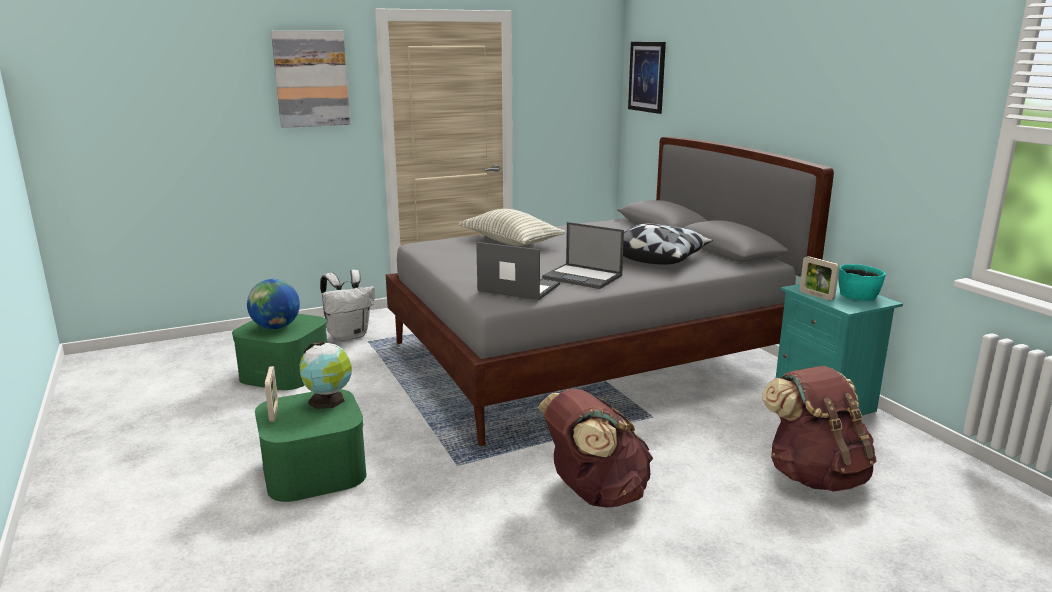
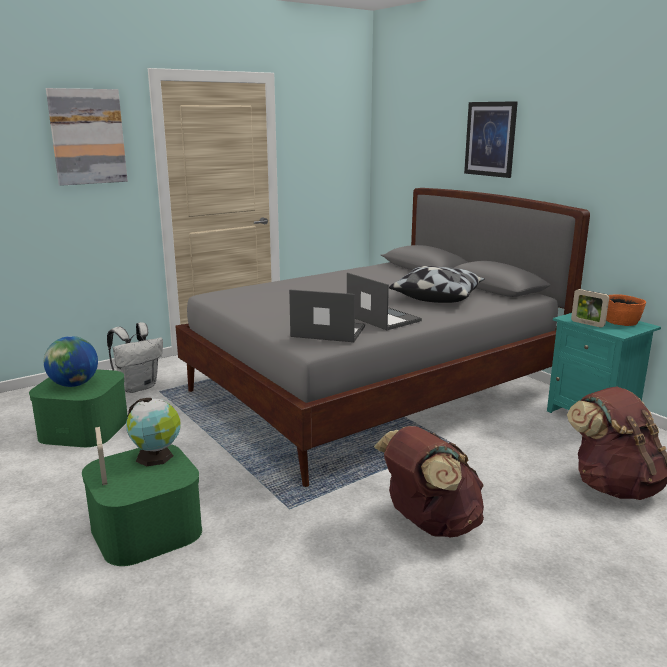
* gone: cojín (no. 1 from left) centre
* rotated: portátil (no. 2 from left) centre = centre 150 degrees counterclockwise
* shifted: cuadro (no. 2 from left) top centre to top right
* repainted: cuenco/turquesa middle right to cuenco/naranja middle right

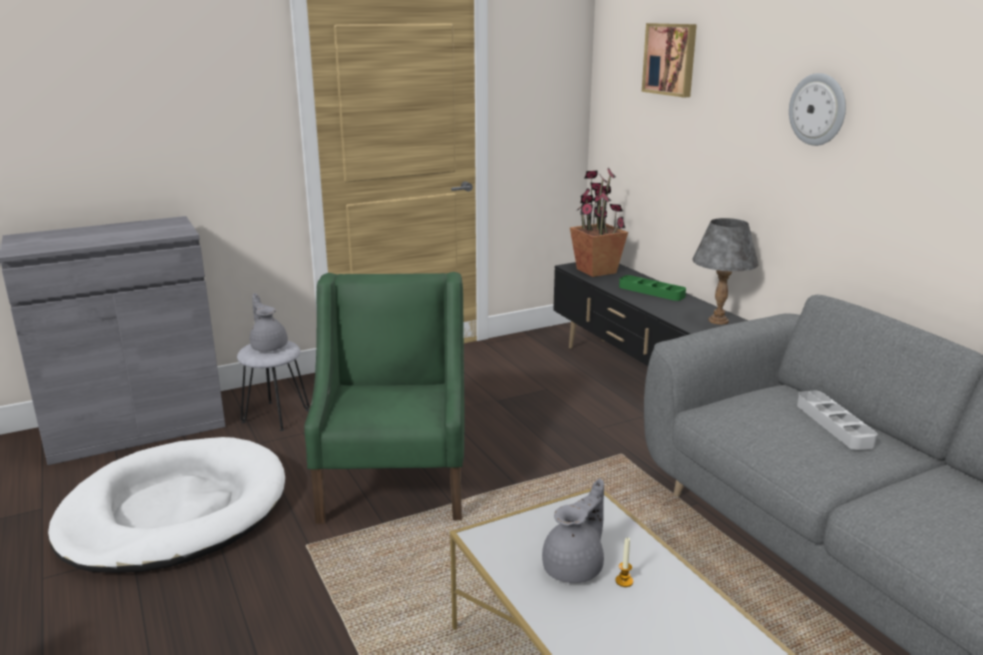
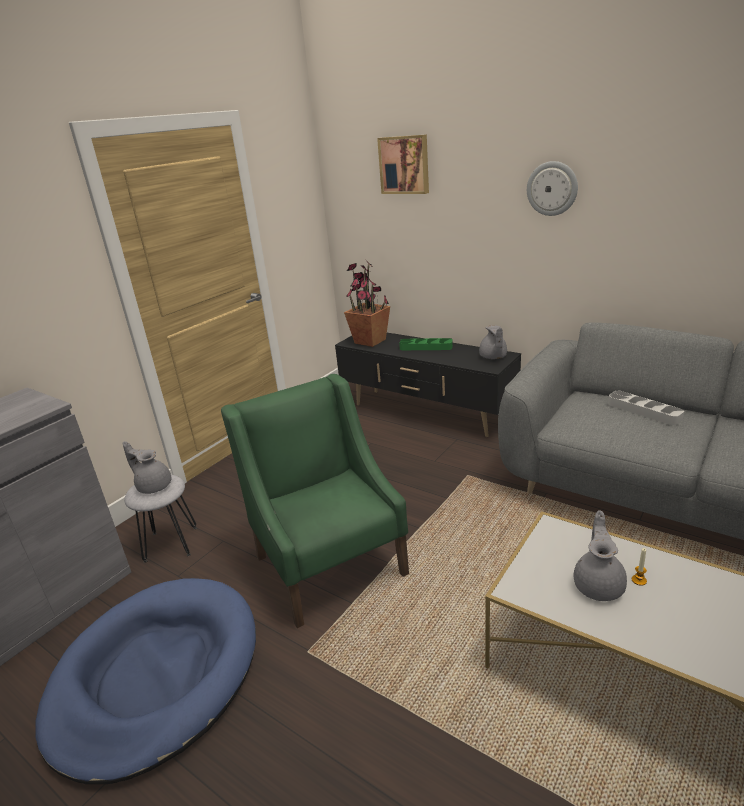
* repainted: cama para perro/blanco bottom left to cama para perro/azul bottom left
* swapped: lámpara de mesa/gris middle right to tetera/gris (no. 2 from left) centre

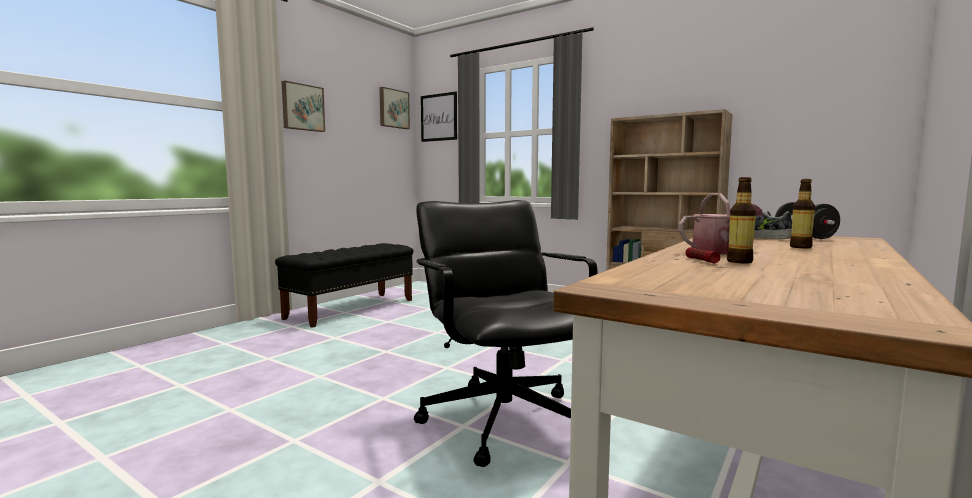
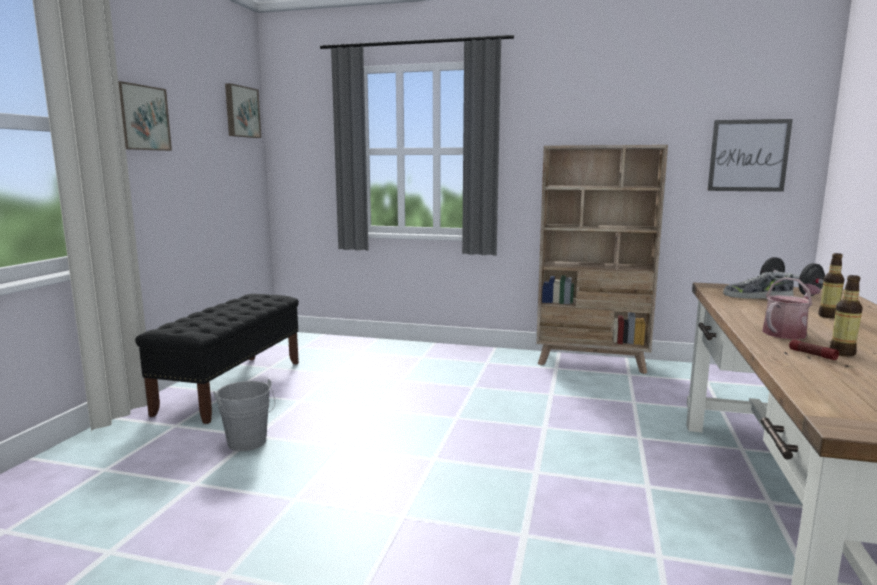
* gone: silla de oficina/negro bottom centre
* shifted: cuadro (no. 3 from left) top centre to top right
* new: cubo/gris bottom left

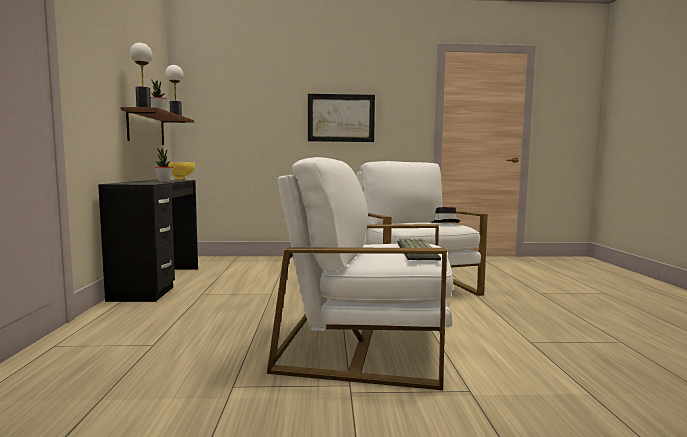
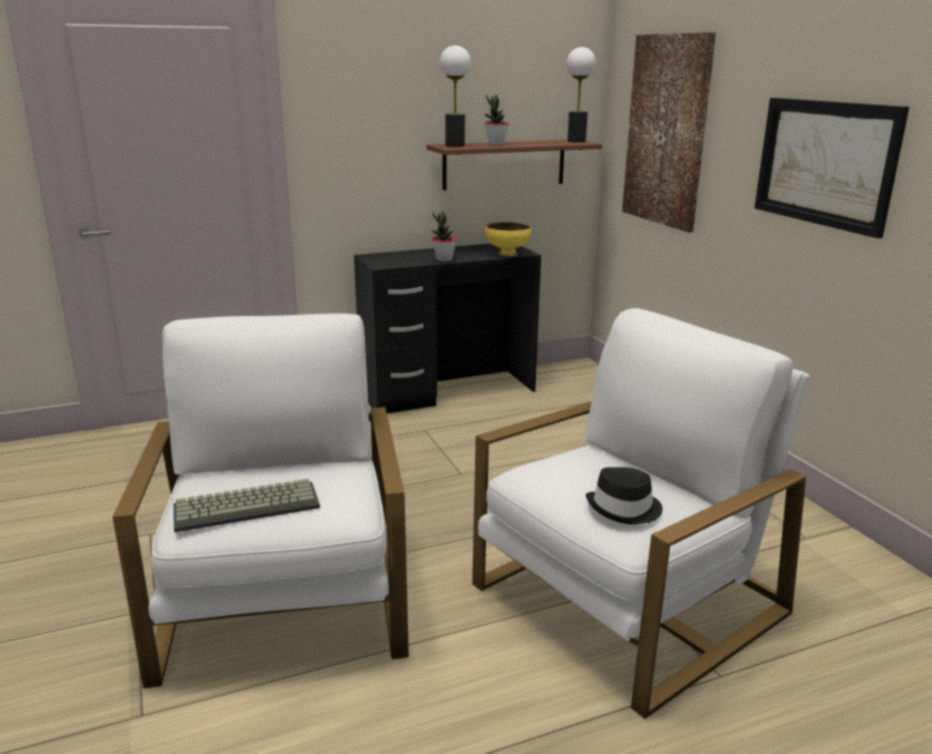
* new: cuadro (no. 1 from left) top right

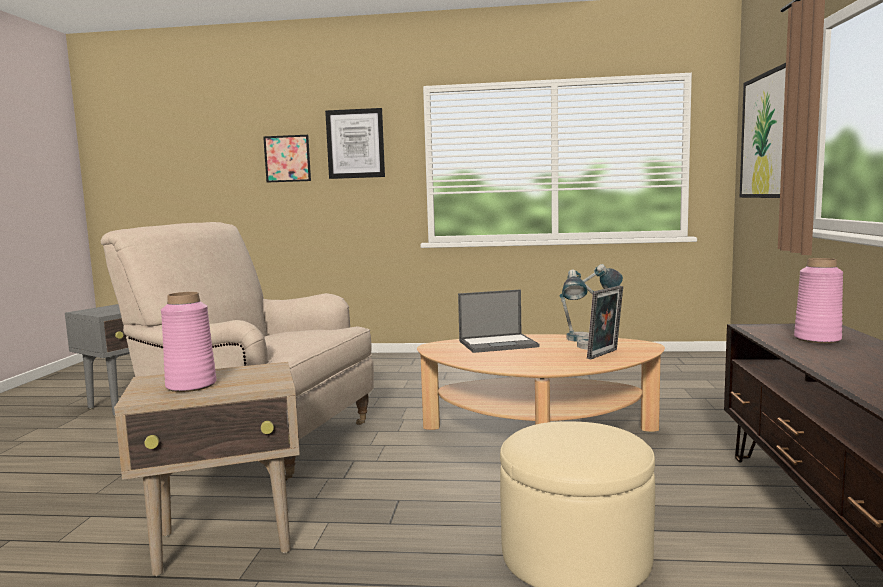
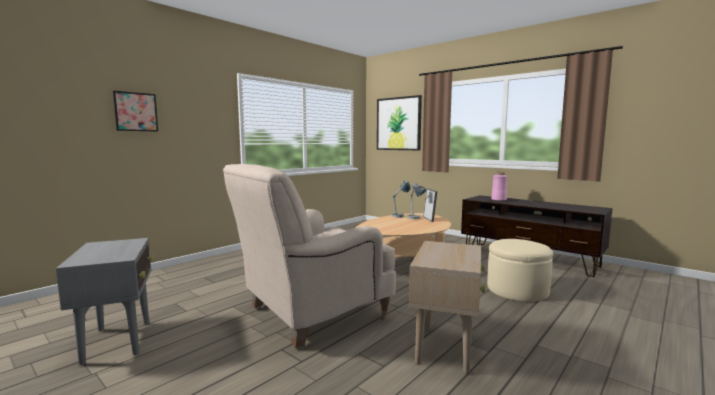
* gone: florero/rosa (no. 1 from left) middle left
* gone: cuadro (no. 2 from left) top centre
* gone: portátil centre

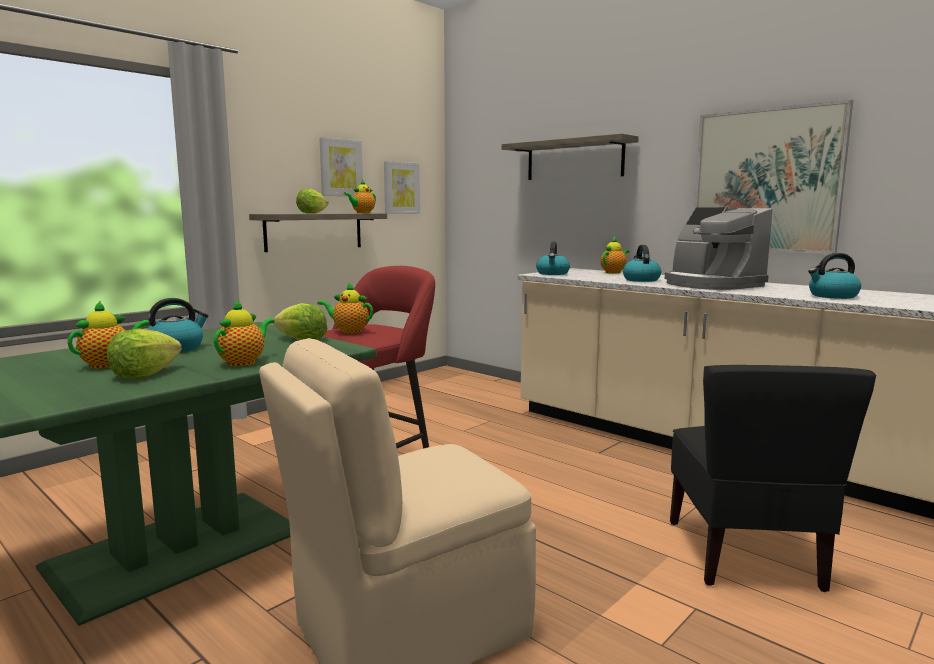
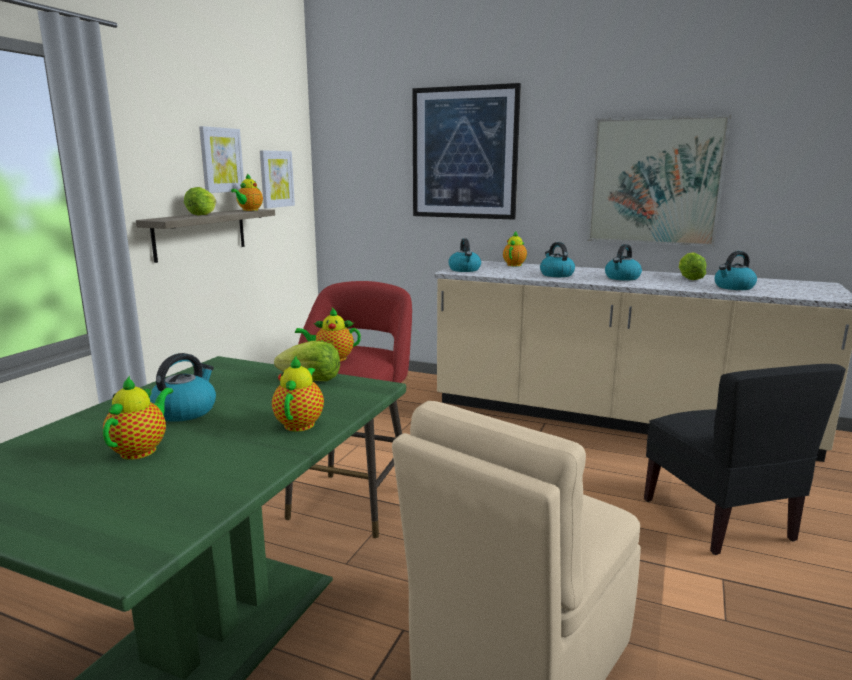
* shifted: lechuga (no. 1 from left in the first image) middle left to lechuga (no. 3 from left) middle right
* swapped: estante (no. 2 from left) top centre to cuadro (no. 3 from left) top centre
* swapped: cafetera middle right to hervidor (no. 4 from left) middle right

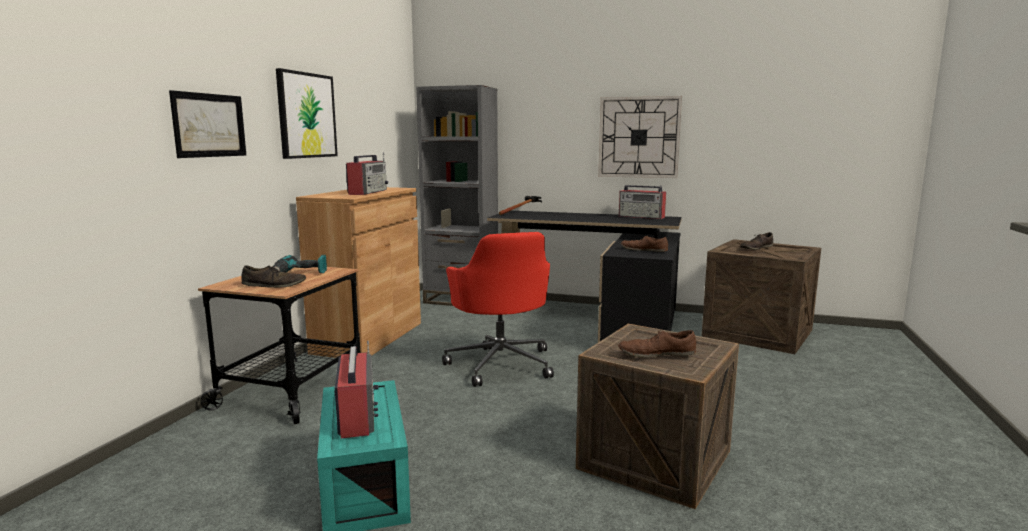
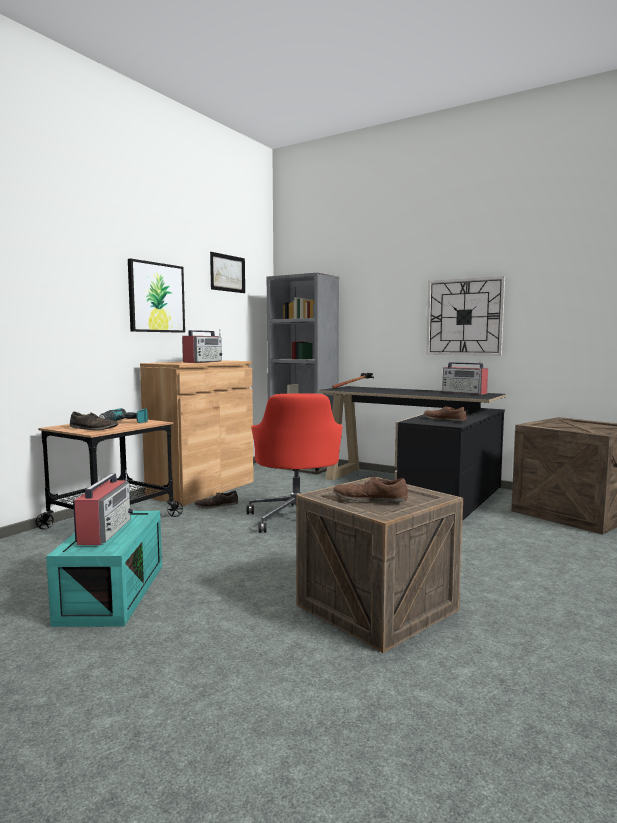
* shifted: cuadro (no. 1 from left in the first image) top left to cuadro (no. 2 from left) top centre
* shifted: zapato/marrón (no. 4 from left in the first image) middle right to zapato/marrón (no. 2 from left) centre

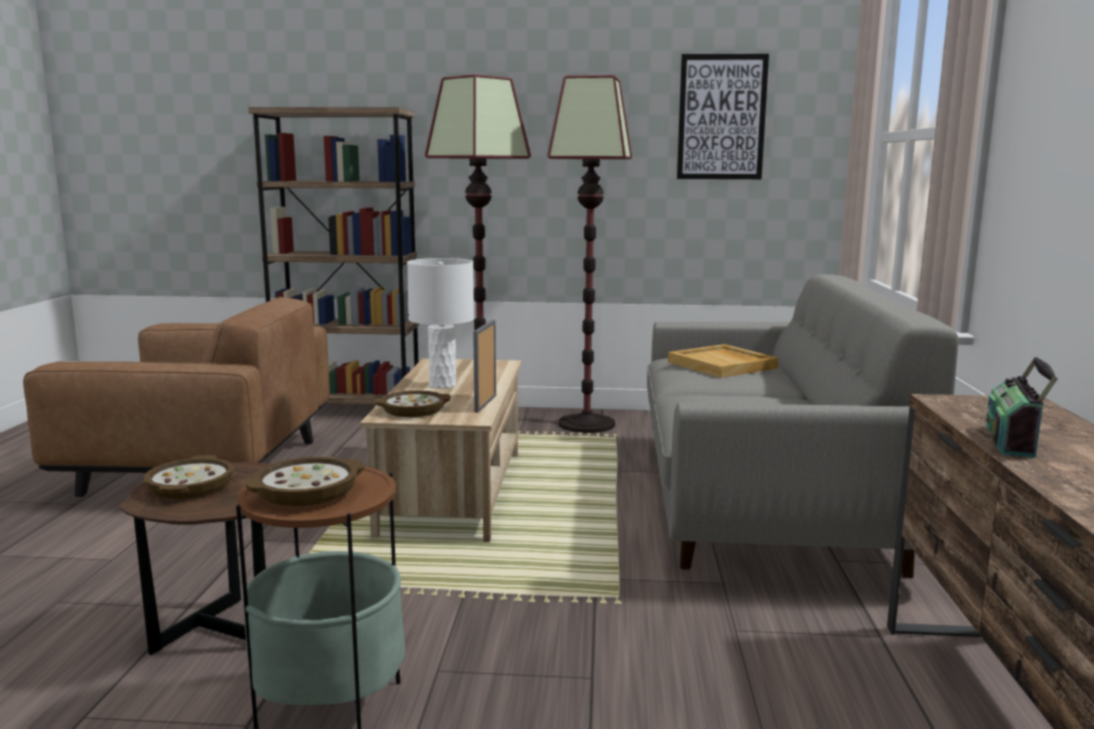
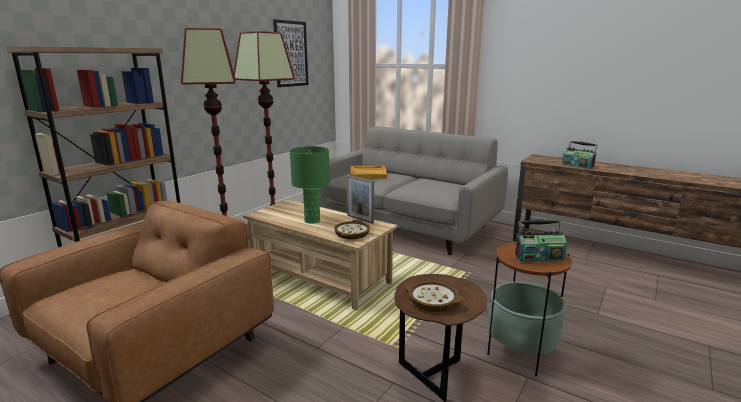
* swapped: cuenco (no. 2 from left) middle left to radio (no. 1 from left) middle right
* repainted: lámpara de mesa/blanco centre to lámpara de mesa/verde centre

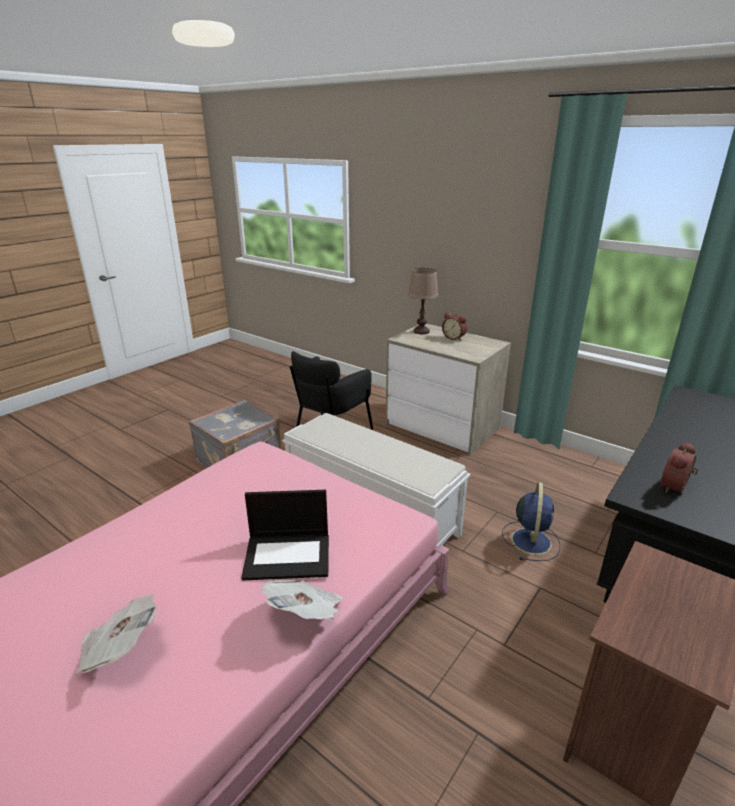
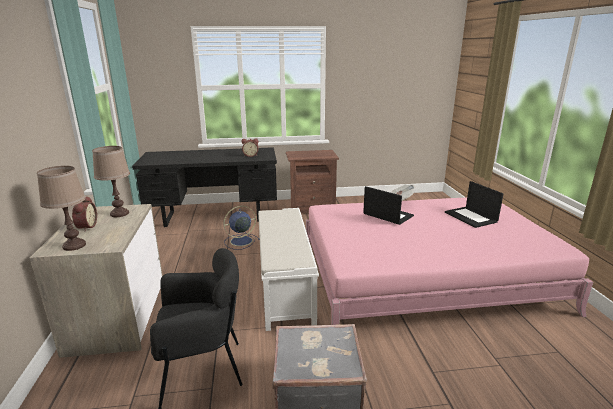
* swapped: periódico (no. 1 from left) bottom left to portátil (no. 2 from left) middle right
* new: lámpara de mesa/marrón (no. 2 from left) middle left

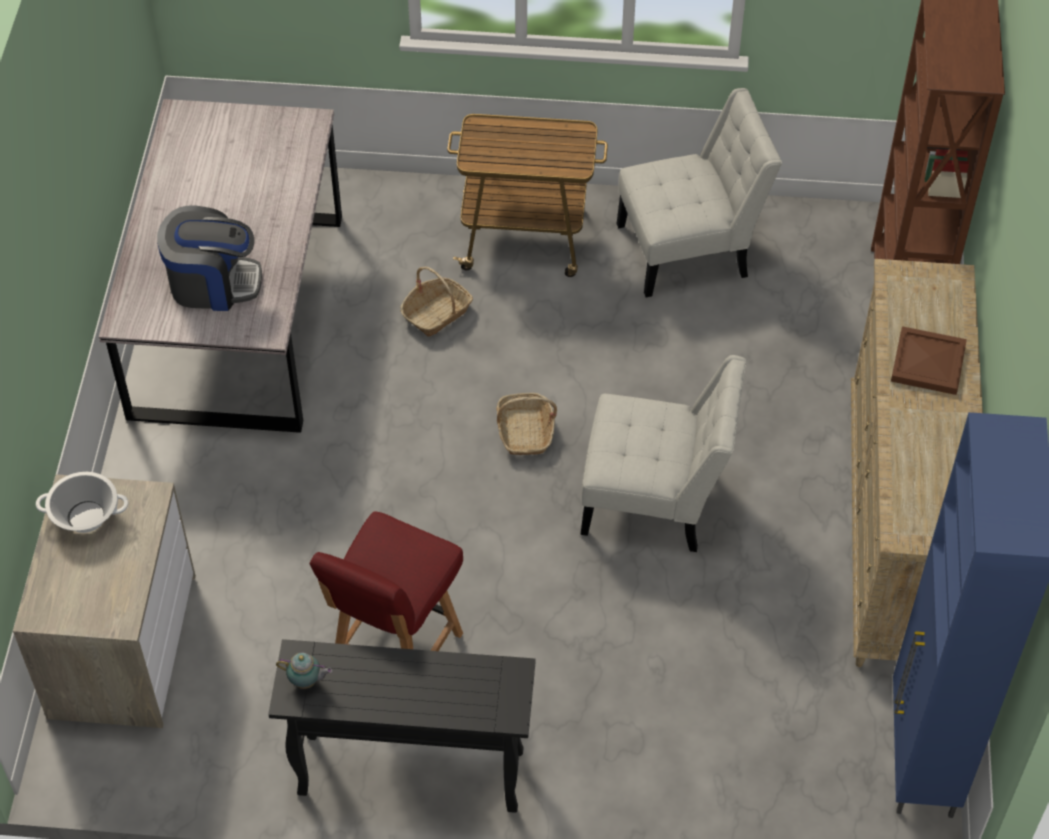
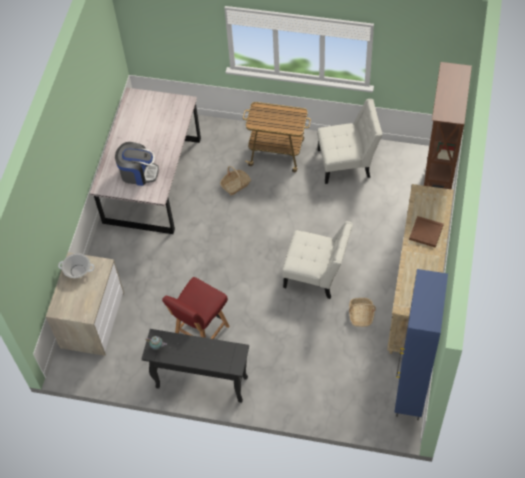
* shifted: cesta (no. 2 from left) centre to middle right

